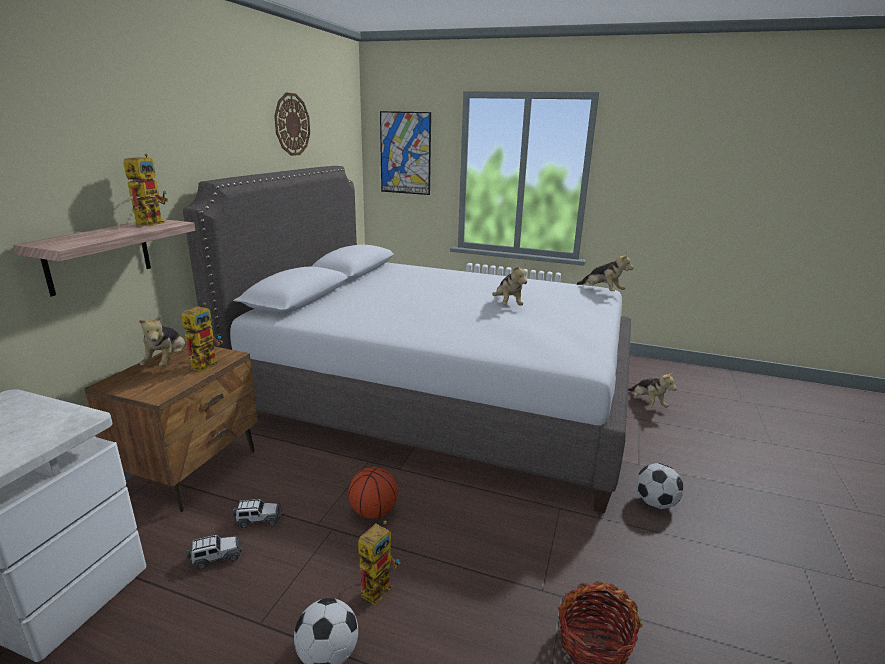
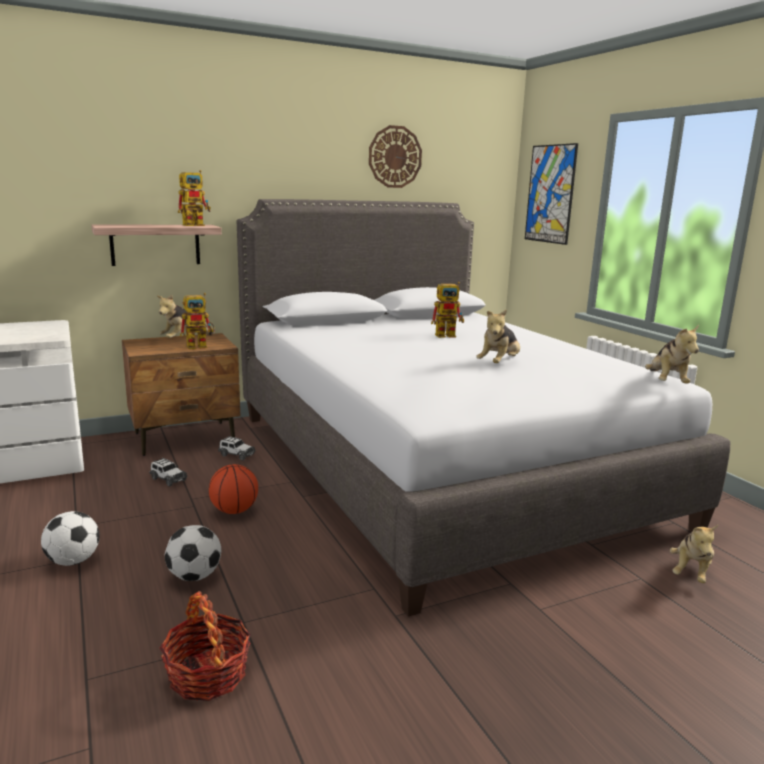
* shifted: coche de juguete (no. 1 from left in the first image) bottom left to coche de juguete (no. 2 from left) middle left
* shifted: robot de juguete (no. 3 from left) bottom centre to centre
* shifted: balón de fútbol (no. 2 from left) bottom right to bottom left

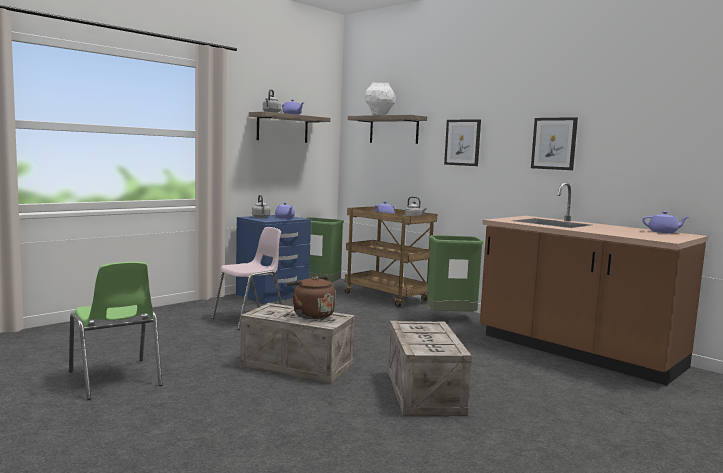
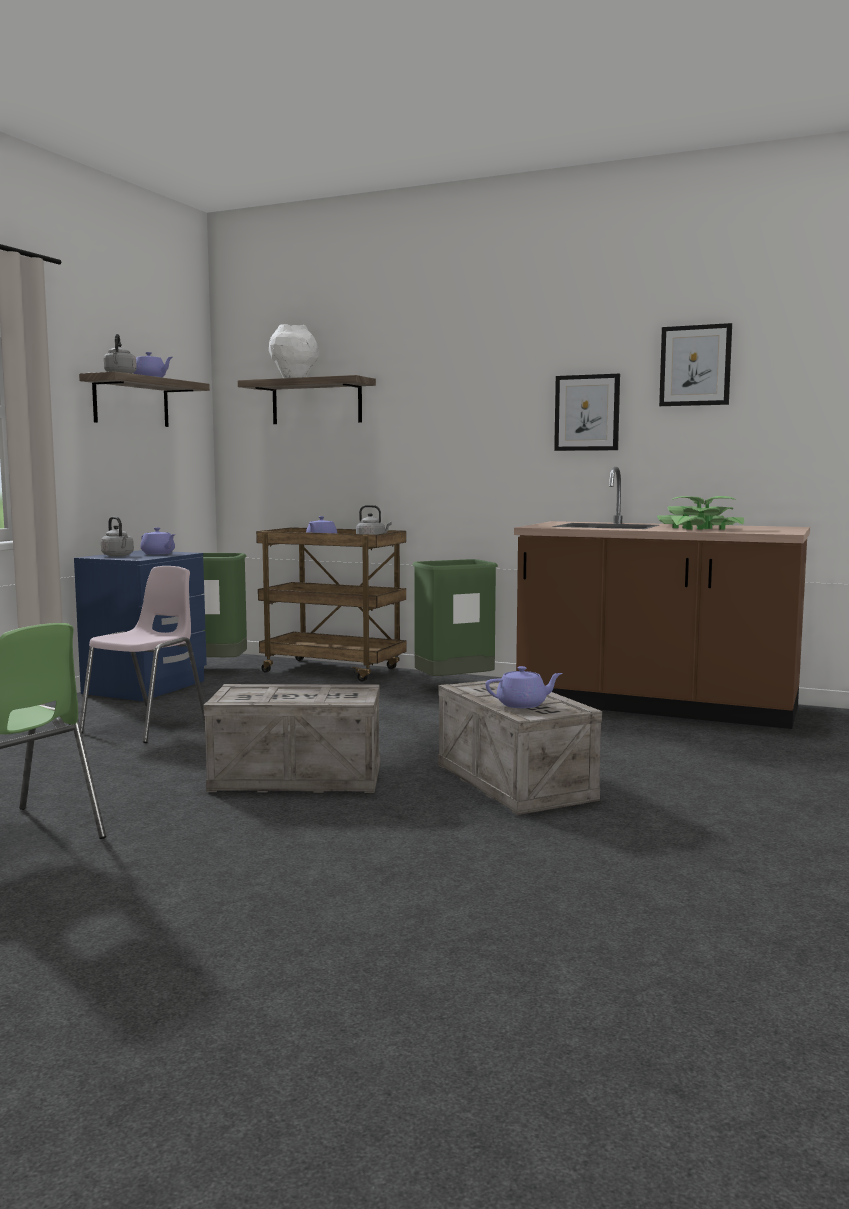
* gone: hervidor/marrón centre
* shifted: cuadro (no. 1 from left in the first image) top centre to cuadro (no. 2 from left) top right
* shifted: tetera/morado (no. 4 from left) middle right to centre
* new: planta en maceta middle right

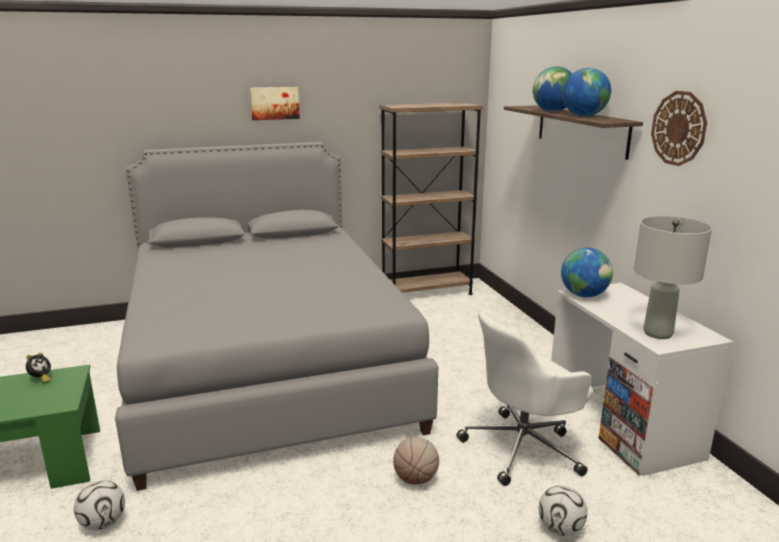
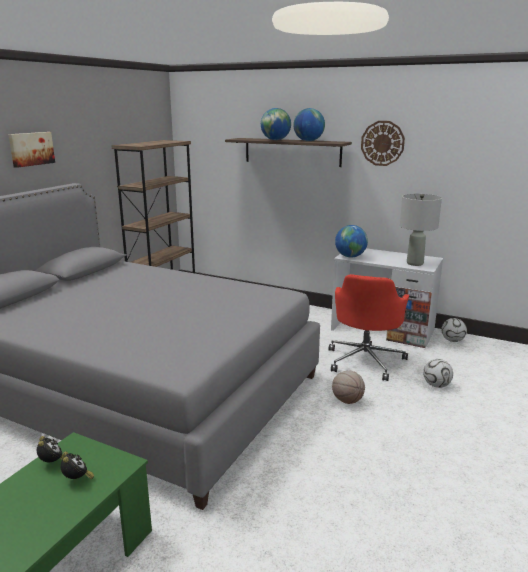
* shifted: balón de fútbol (no. 1 from left in the first image) bottom left to balón de fútbol (no. 2 from left) middle right
* repainted: silla de oficina/blanco bottom right to silla de oficina/rojo middle right
* new: despertador (no. 2 from left) bottom left

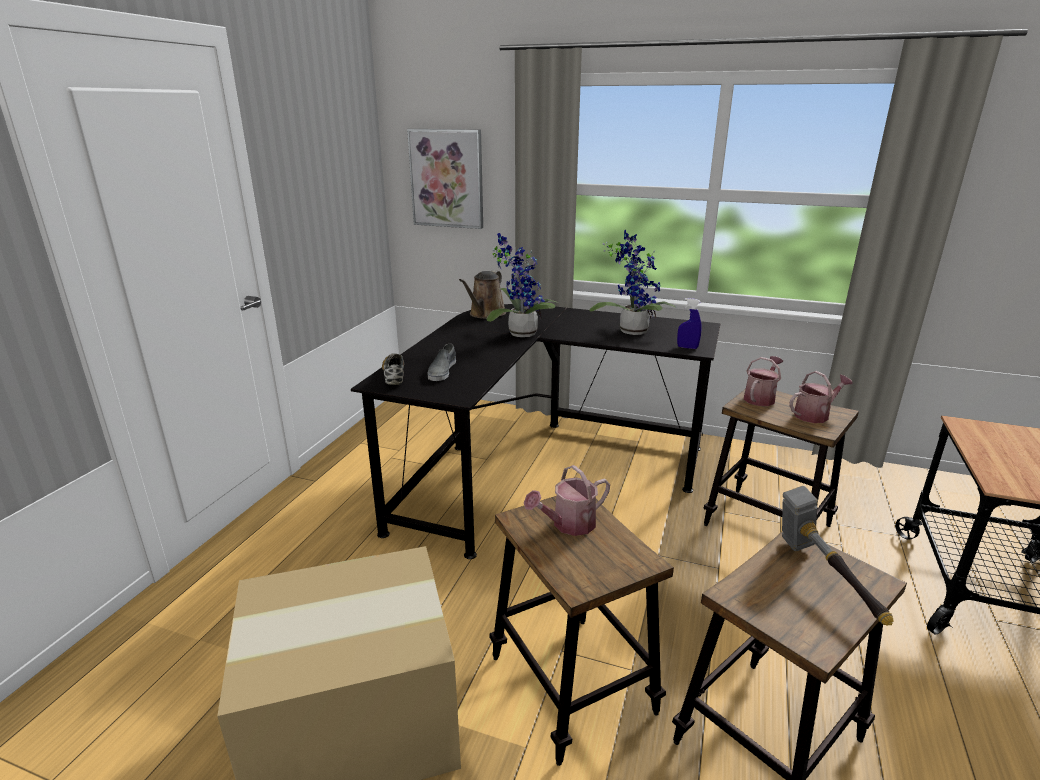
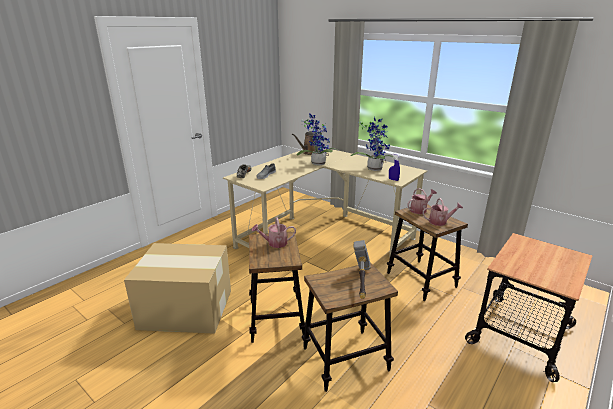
* repainted: escritorio/negro centre to escritorio/beis centre
* gone: cuadro top centre

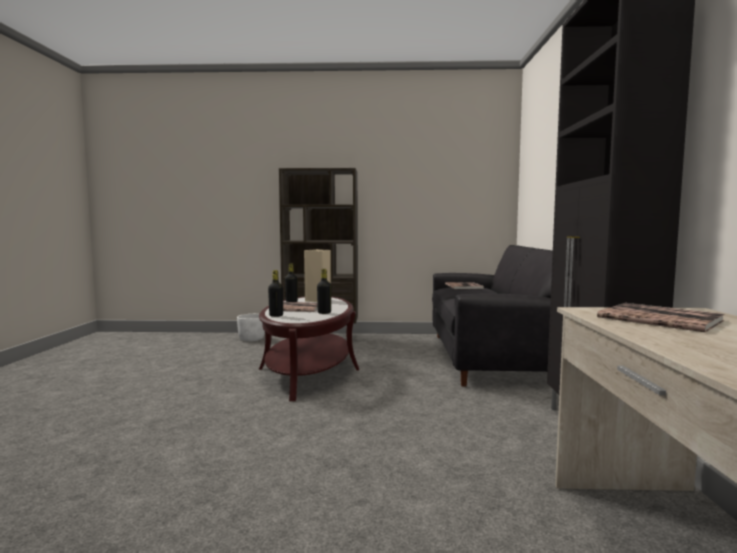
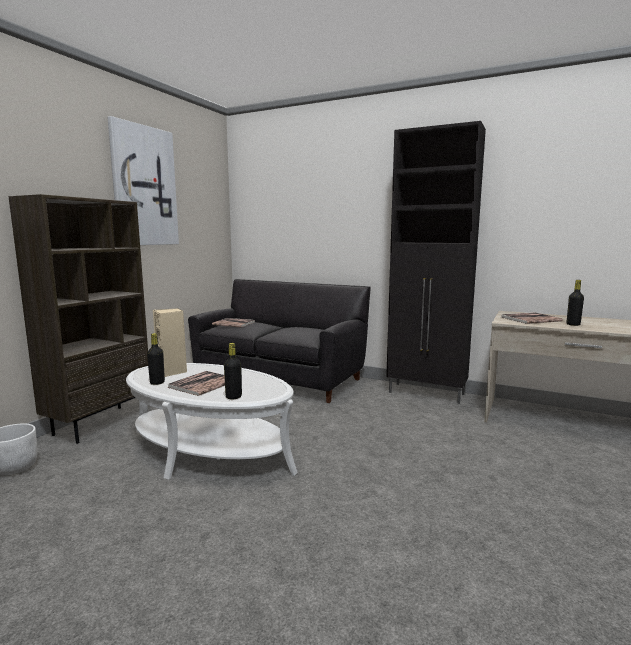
* repainted: mesa de centro/marrón centre to mesa de centro/blanco centre
* shifted: botella/negro (no. 3 from left) centre to middle right
* new: cuadro top left

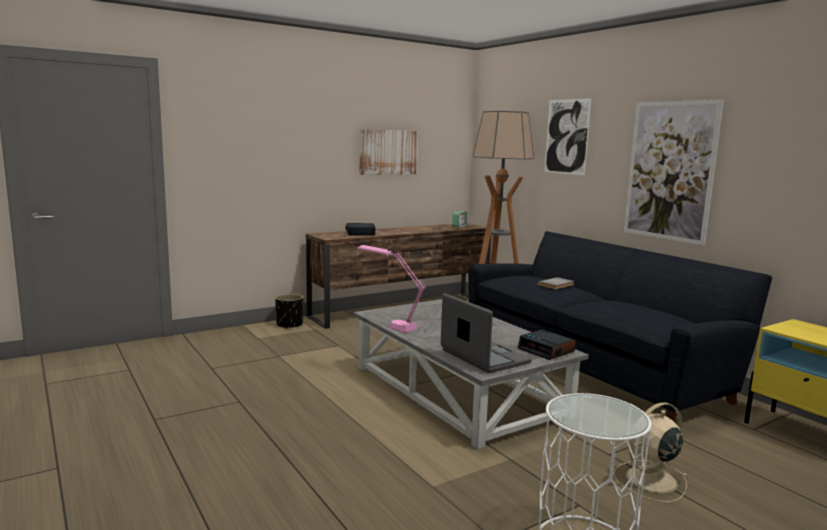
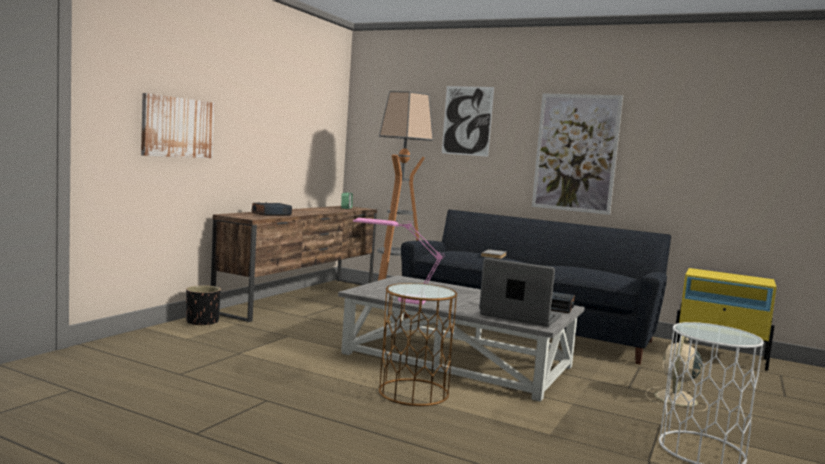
* shifted: cuadro (no. 1 from left) top centre to top left
* new: mesa auxiliar/marrón bottom centre

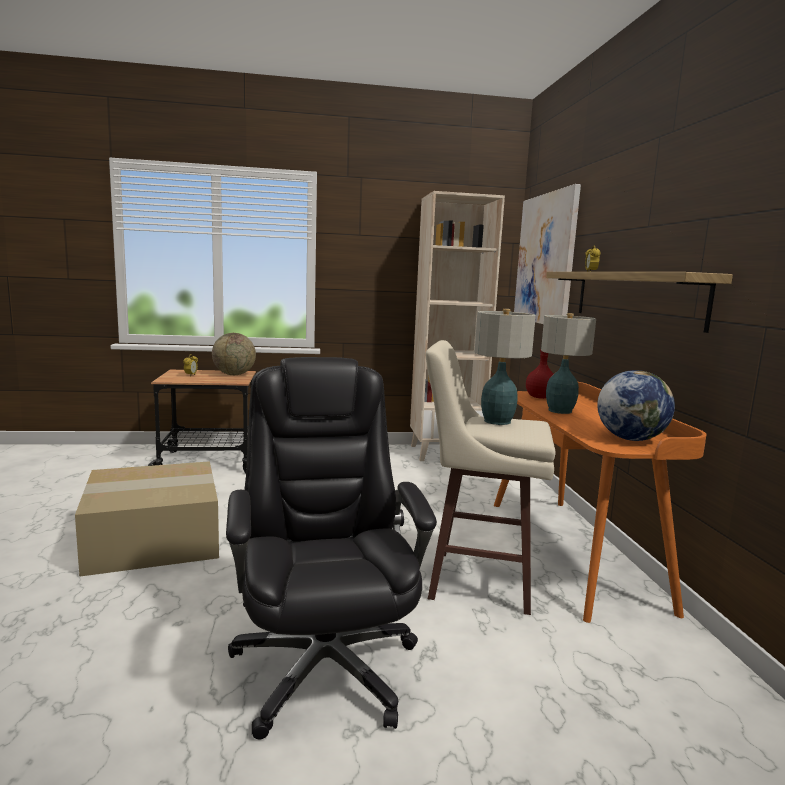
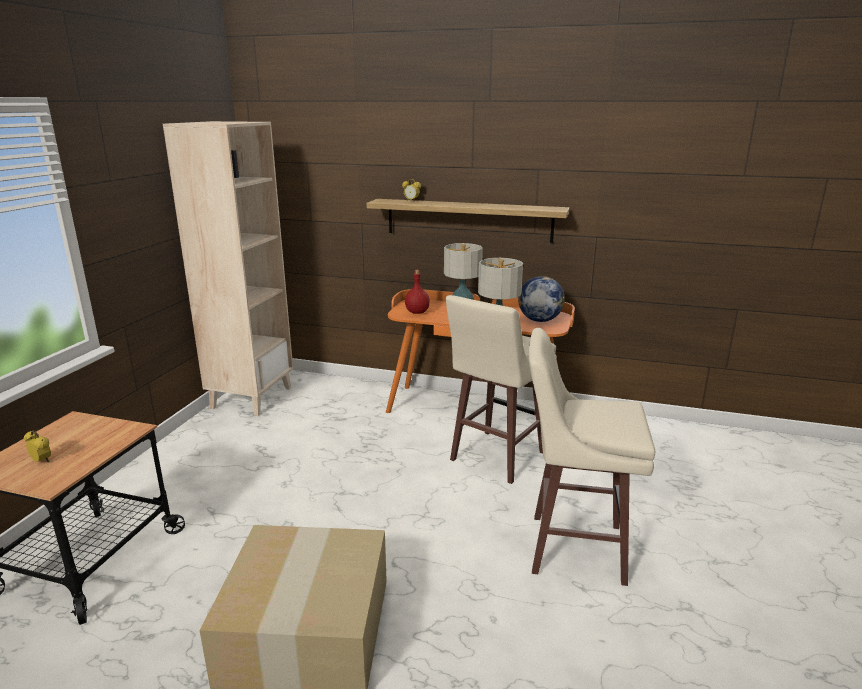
* gone: globo terráqueo (no. 1 from left) middle left
* swapped: silla de oficina/negro bottom centre to taburete/beis (no. 2 from left) middle right
* gone: cuadro top right

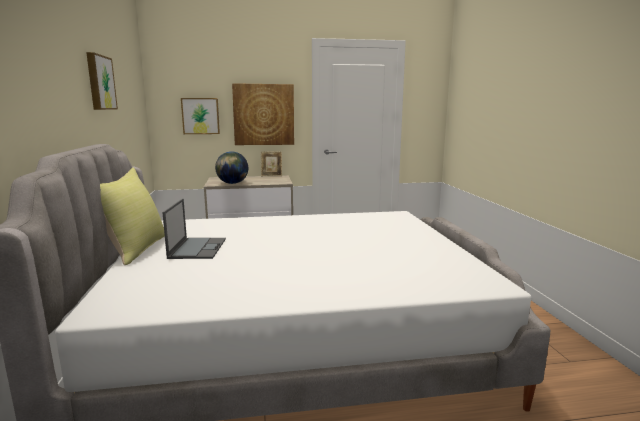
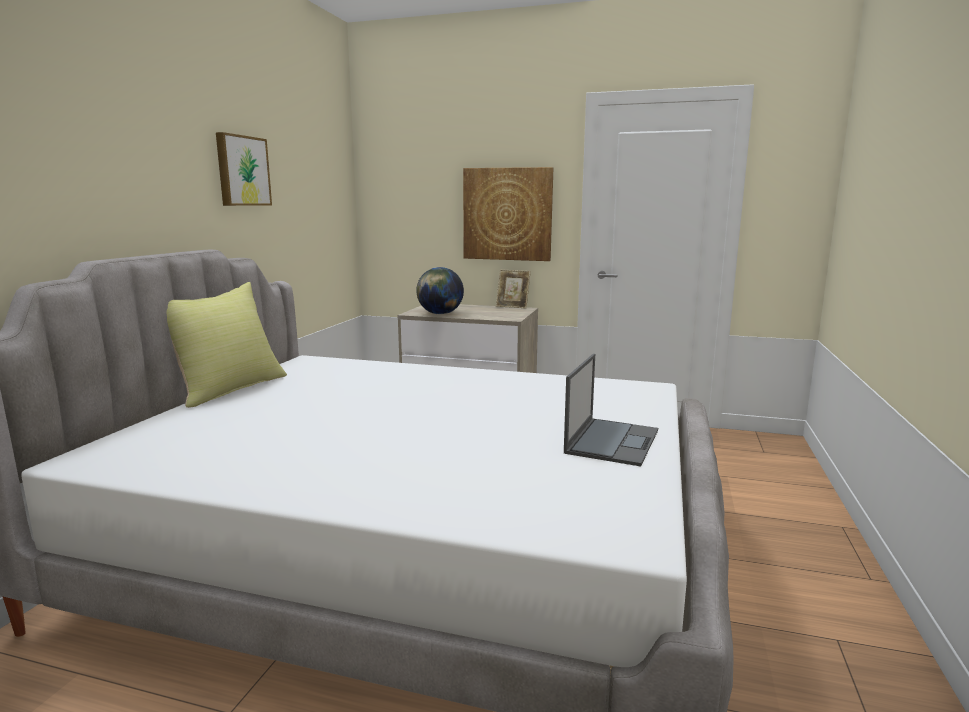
* shifted: portátil middle left to centre
* gone: cuadro (no. 2 from left) top left

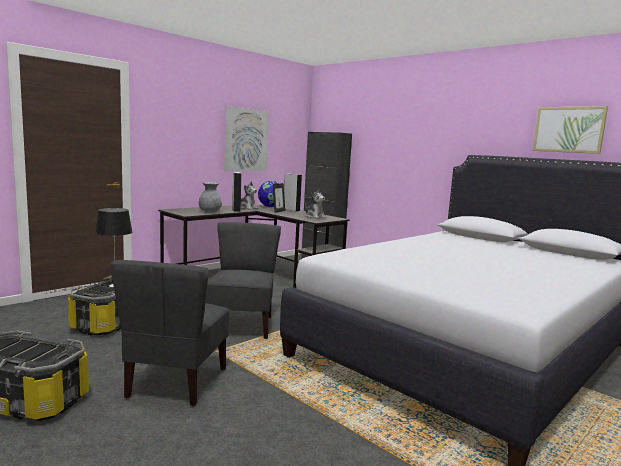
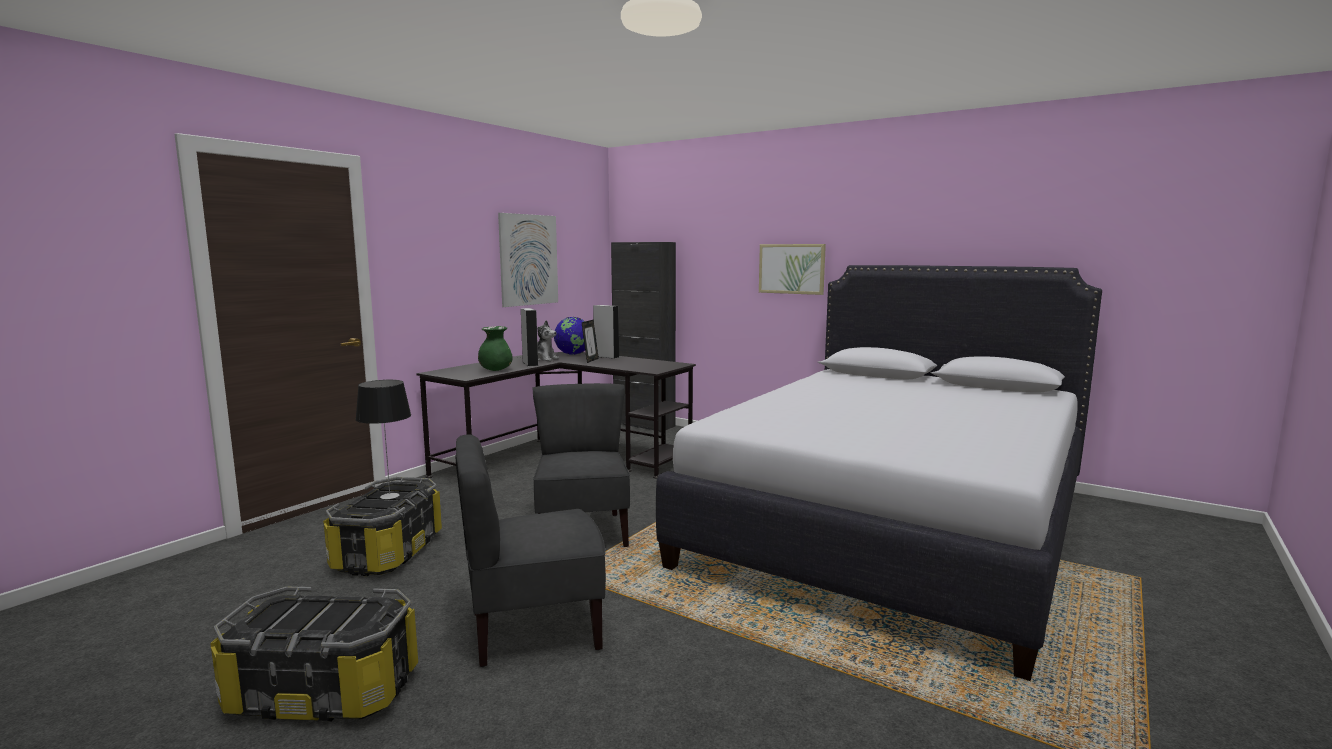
* rotated: silla/gris (no. 1 from left) bottom left = bottom centre 75 degrees clockwise
* repainted: florero/gris centre to florero/verde centre
* gone: peluche (no. 2 from left) centre
* shifted: cuadro (no. 2 from left) top right to centre

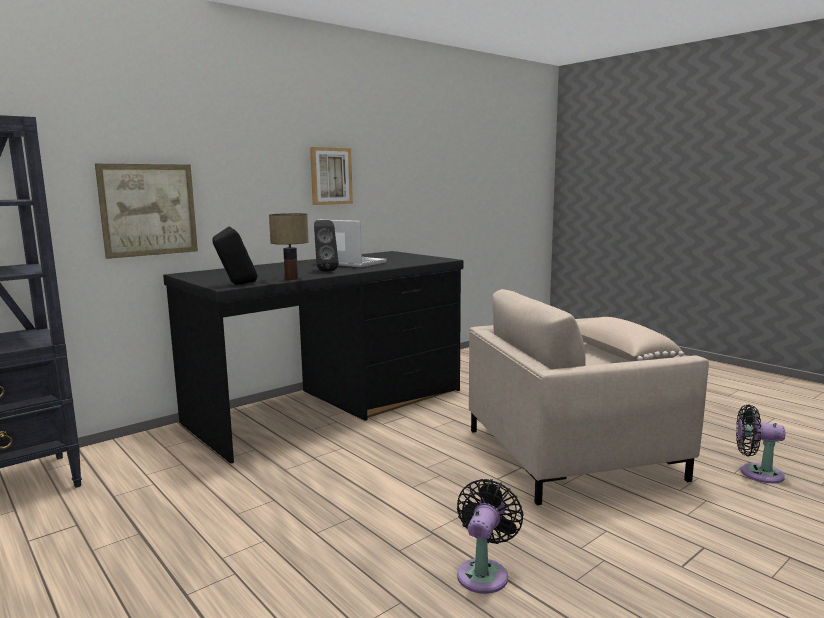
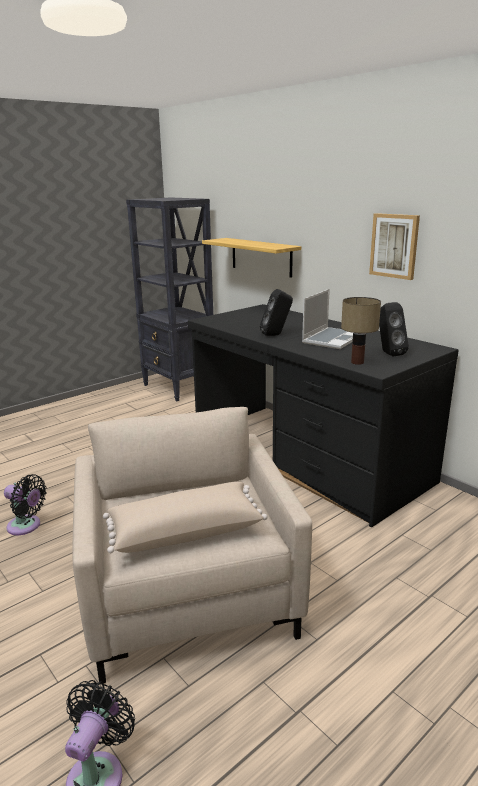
* swapped: cuadro (no. 1 from left) middle left to estante top centre
* shifted: altavoz/negro (no. 1 from left in the first image) middle left to altavoz/negro (no. 2 from left) middle right
* shifted: lámpara de mesa centre to middle right

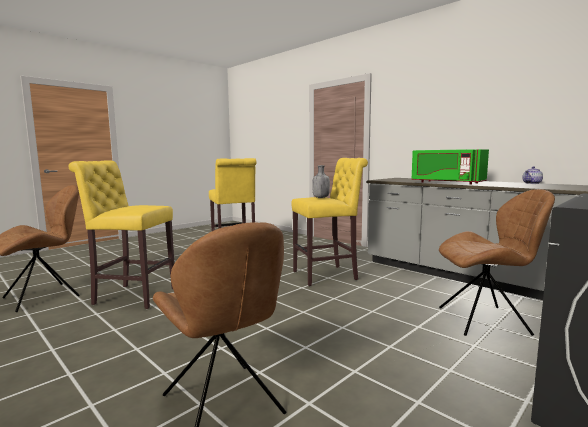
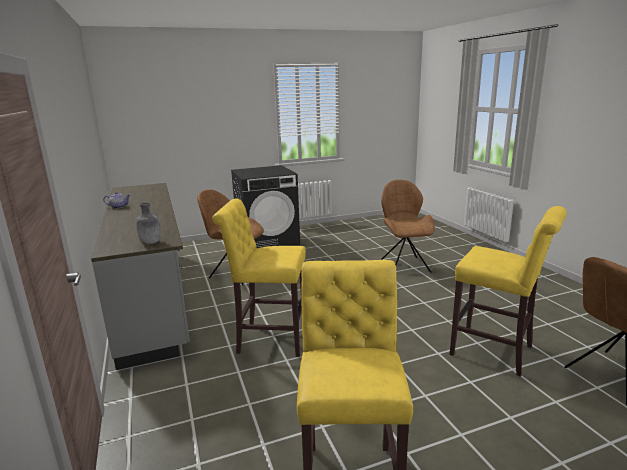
* shifted: botella/gris centre to middle left
* gone: microondas/verde middle right

